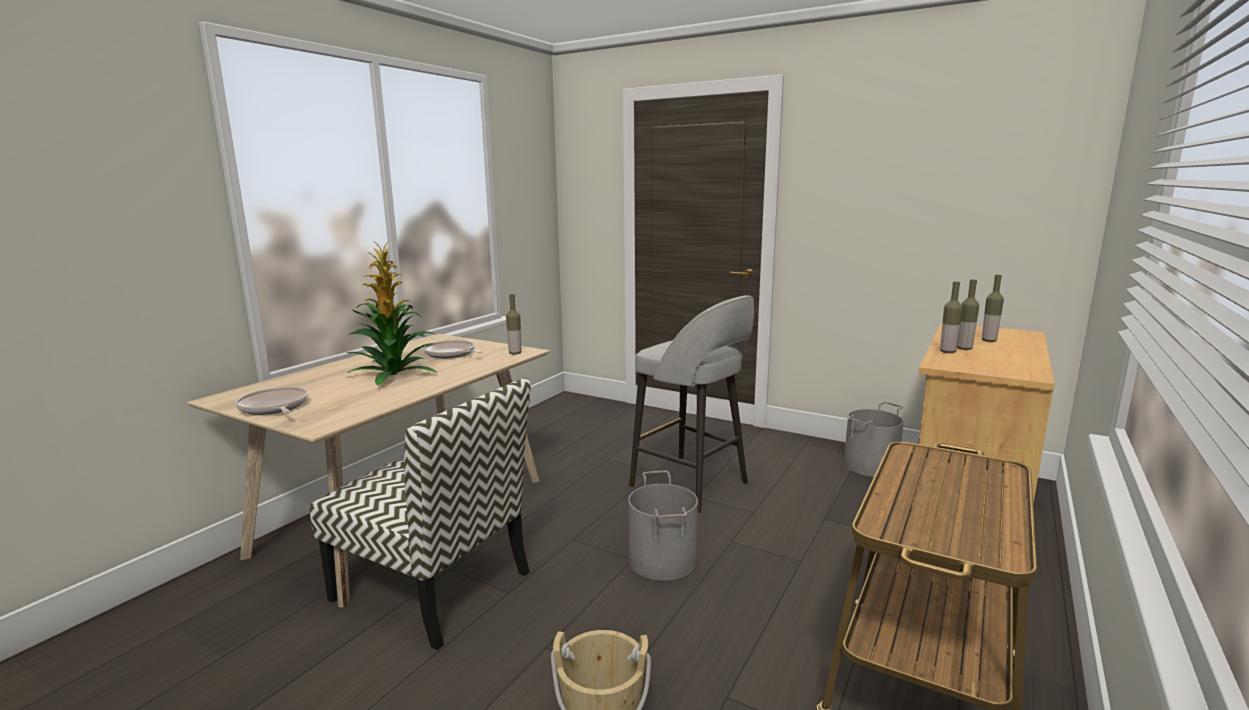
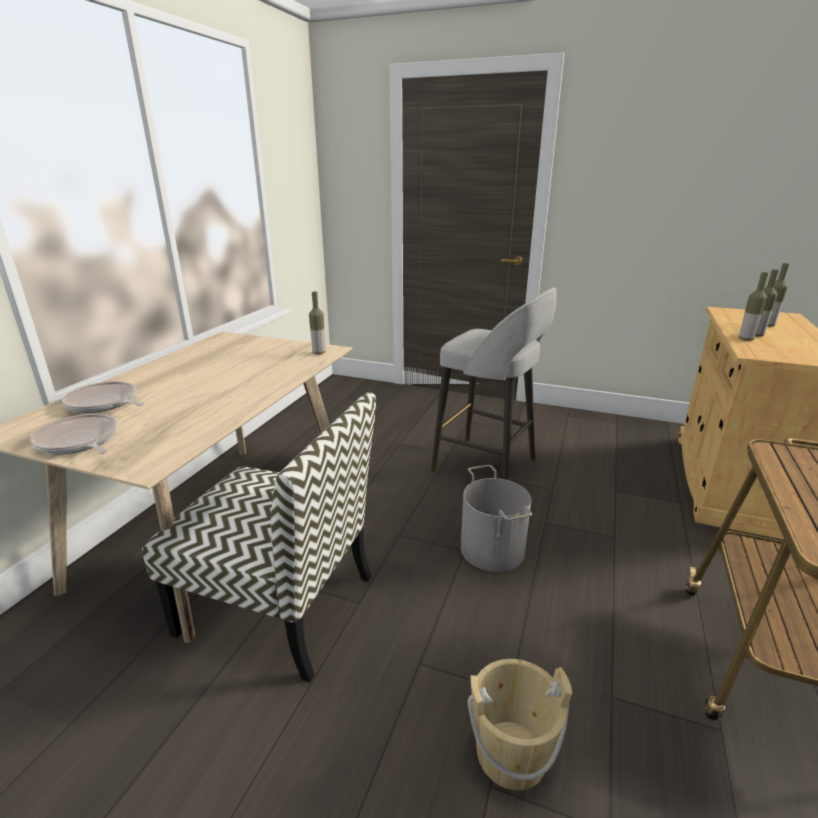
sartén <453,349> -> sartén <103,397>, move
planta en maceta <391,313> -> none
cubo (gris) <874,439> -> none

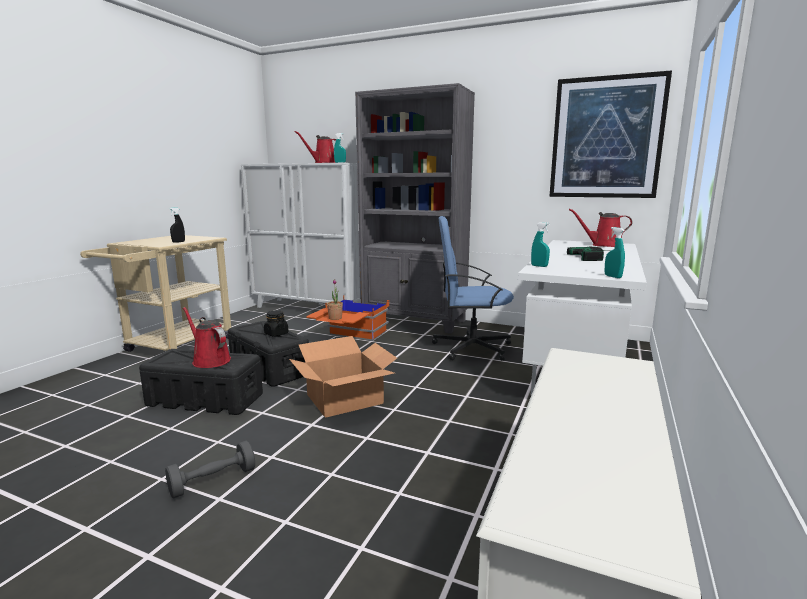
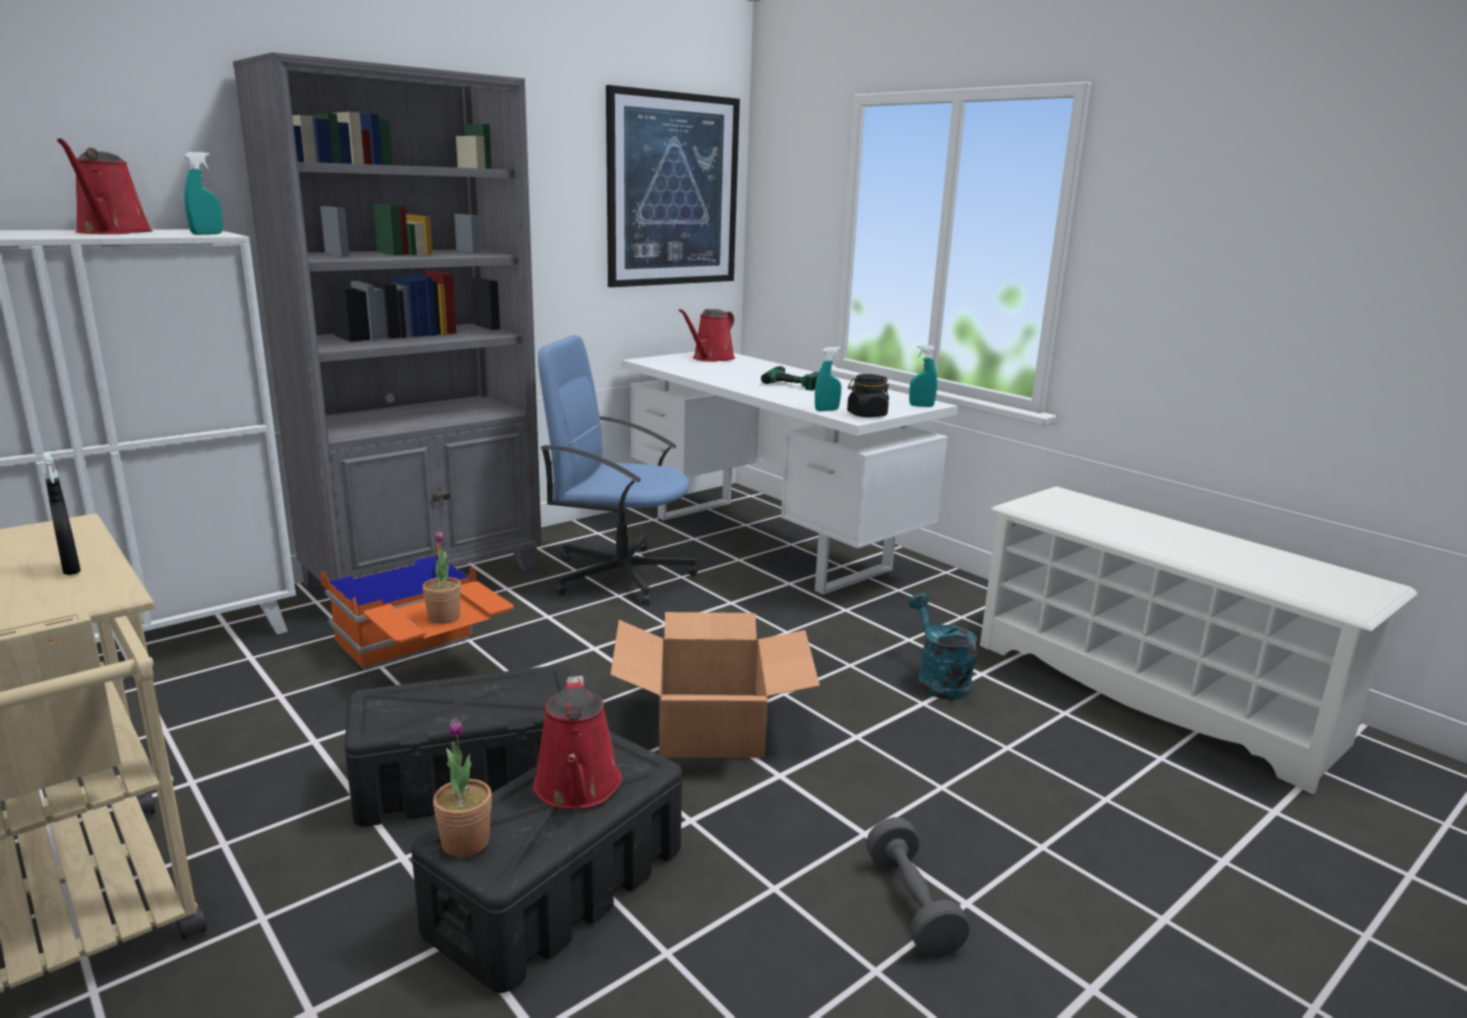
none -> planta en maceta <462,787>
regadera (rojo) <207,337> -> regadera (rojo) <577,742>, 75 degrees counterclockwise
silla de oficina (azul) <473,288> -> silla de oficina (azul) <618,470>, 75 degrees clockwise
tarro (negro) <276,323> -> tarro (negro) <868,396>, move
none -> regadera (turquesa) <943,646>

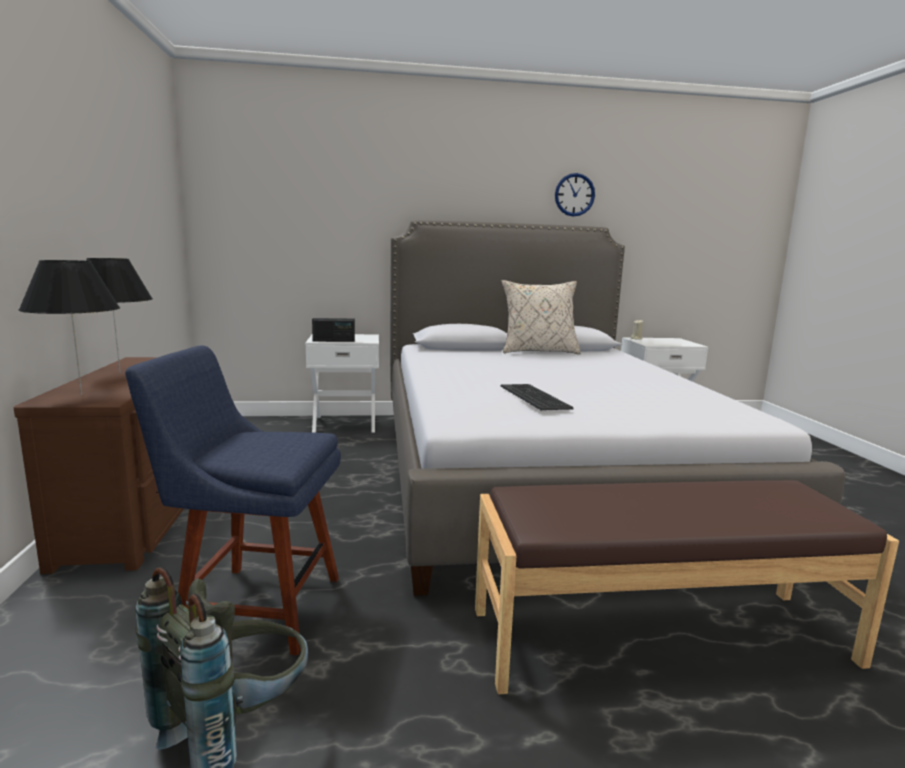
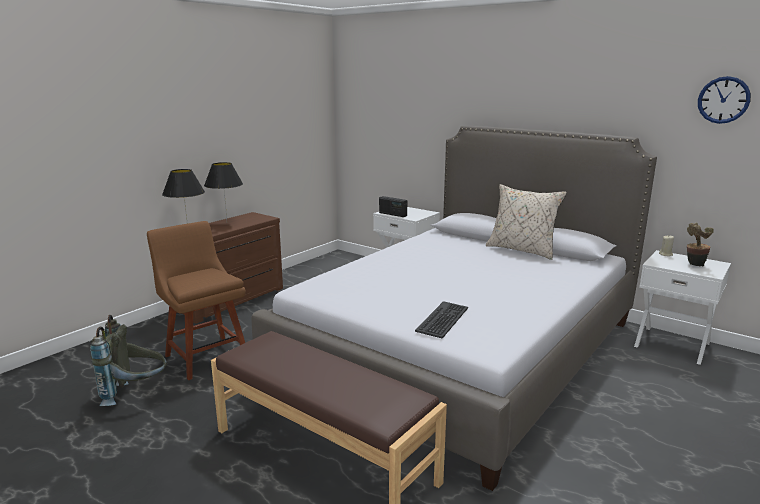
silla (azul) <233,500> -> silla (marrón) <196,300>
teclado <537,397> -> teclado <441,320>, move
none -> planta en maceta <700,244>
reloj de pared <575,194> -> reloj de pared <724,100>, move

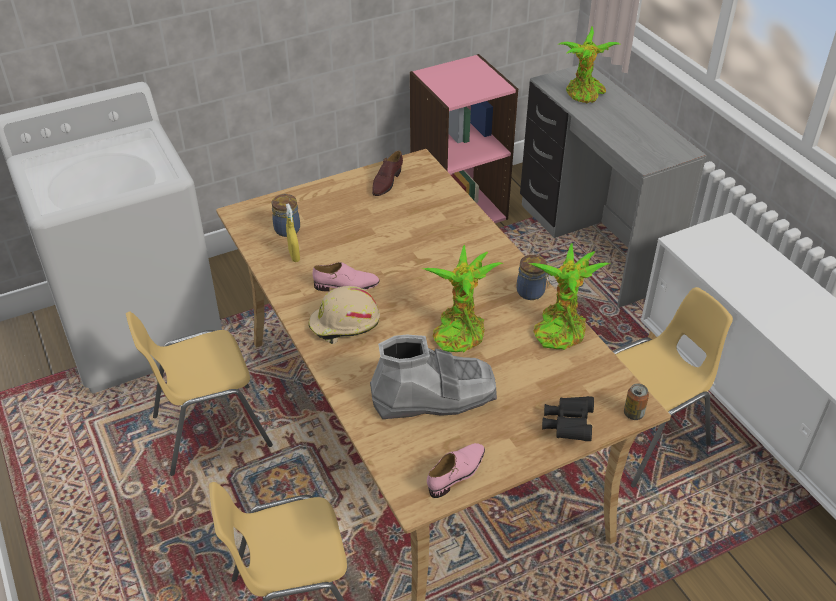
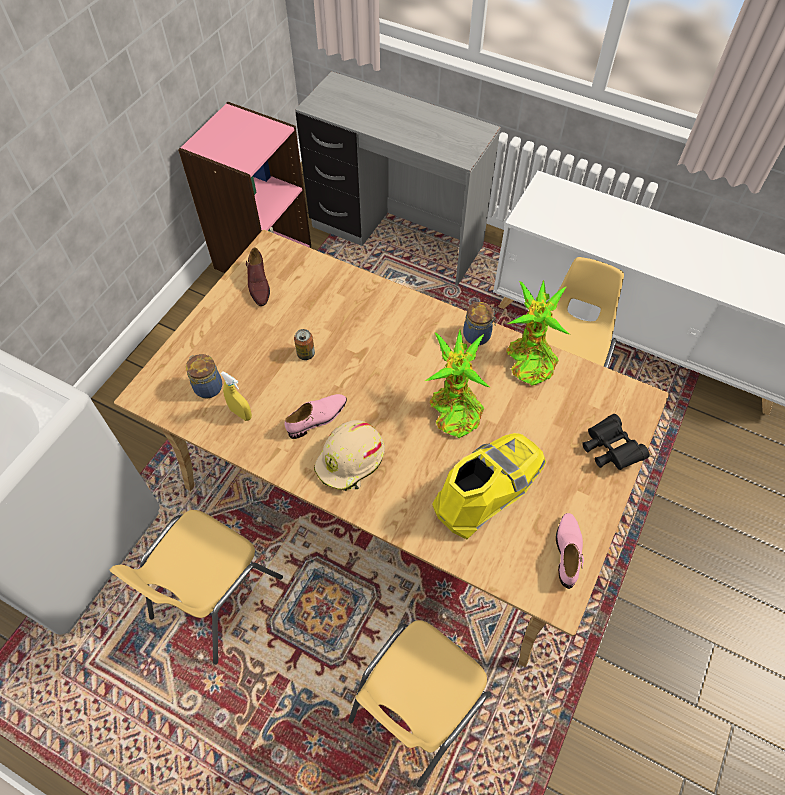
lata <636,402> -> lata <304,344>, move
bota (gris) <433,377> -> bota (amarillo) <489,486>
planta en maceta <589,65> -> none

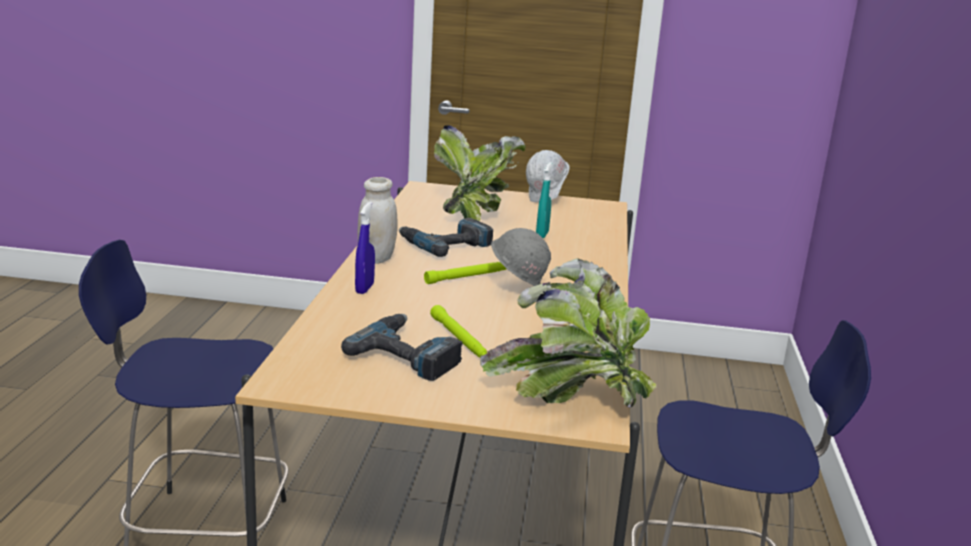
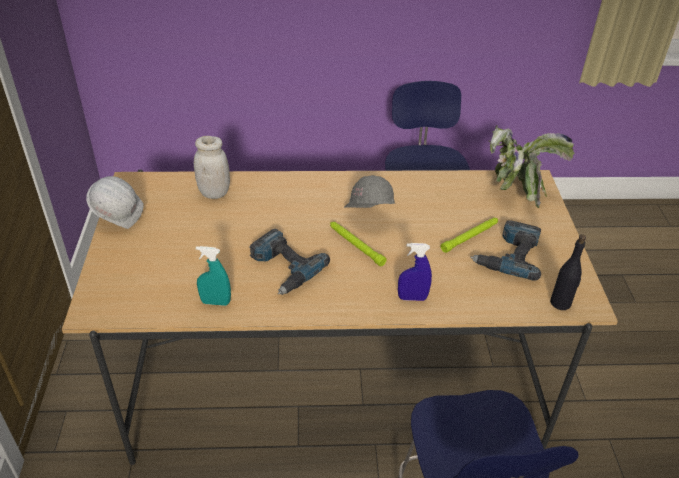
tarro (blanco) <378,220> -> tarro (blanco) <212,167>, move
pulverizador (turquesa) <544,200> -> pulverizador (turquesa) <213,276>, move
none -> botella (negro) <568,272>
planta en maceta <480,173> -> none

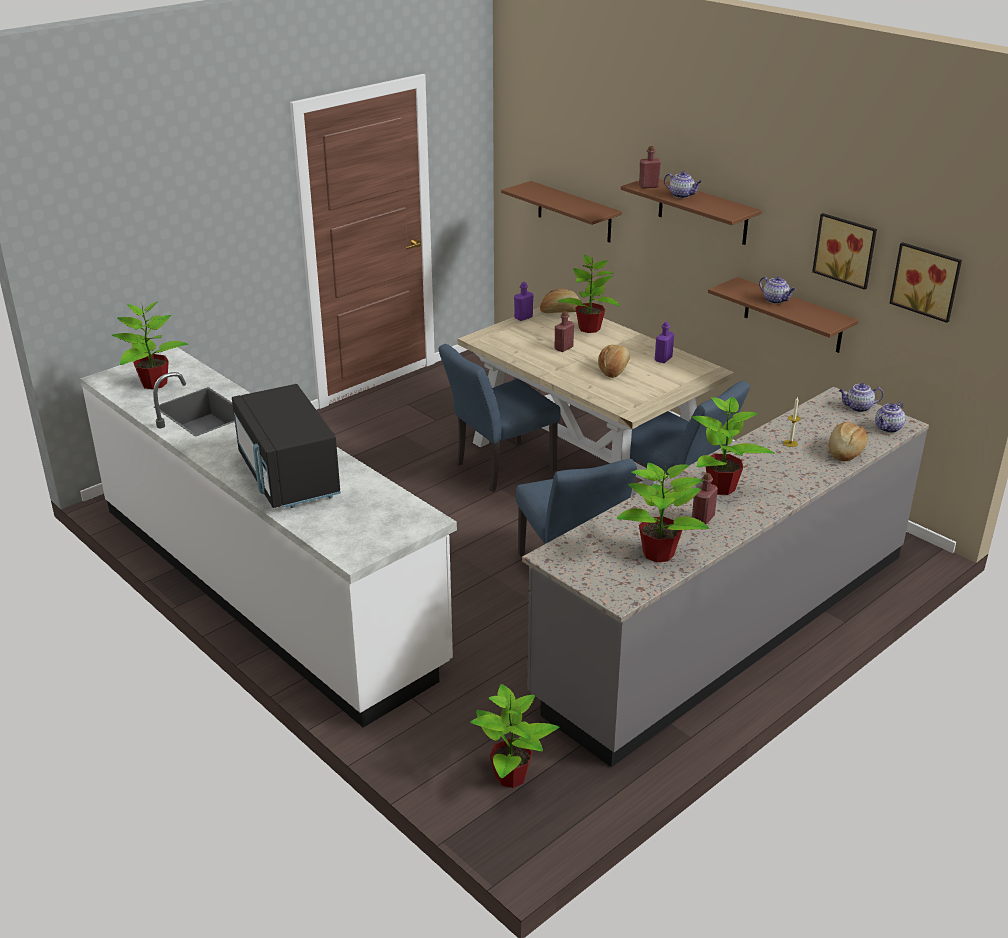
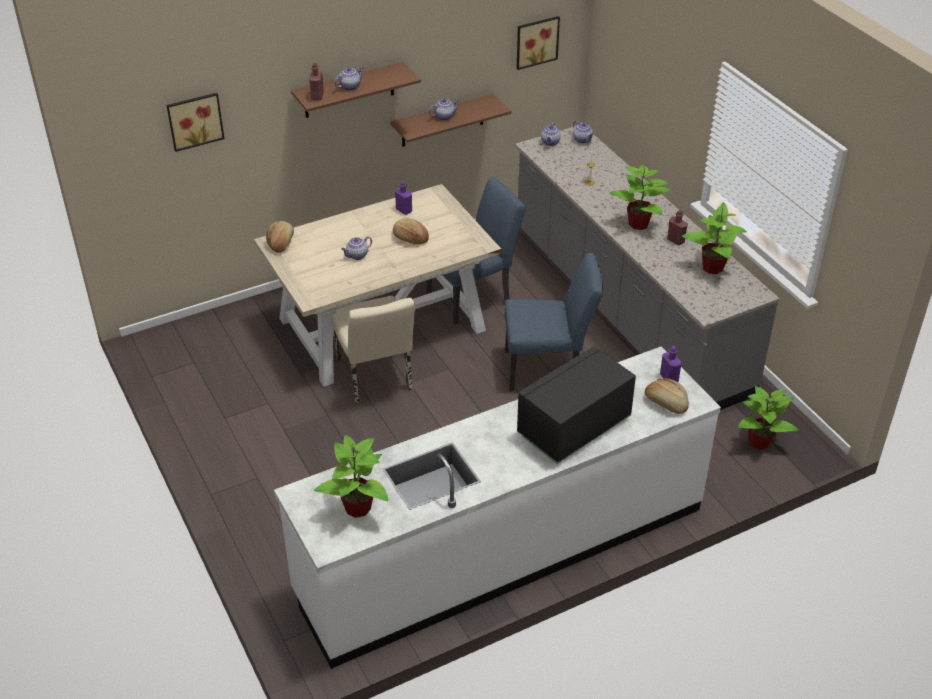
cuadro <844,251> -> cuadro <195,122>, move
silla (azul) <500,418> -> silla (beis) <373,349>
botella (rojo) <564,331> -> tetera <356,248>
microondas (negro) <286,446> -> microondas (negro) <576,405>, 150 degrees clockwise
pan <847,441> -> pan <666,396>, move
botella (morado) <523,301> -> botella (morado) <671,364>, move
estante (marrón) <561,212> -> none
planta en maceta <588,294> -> none

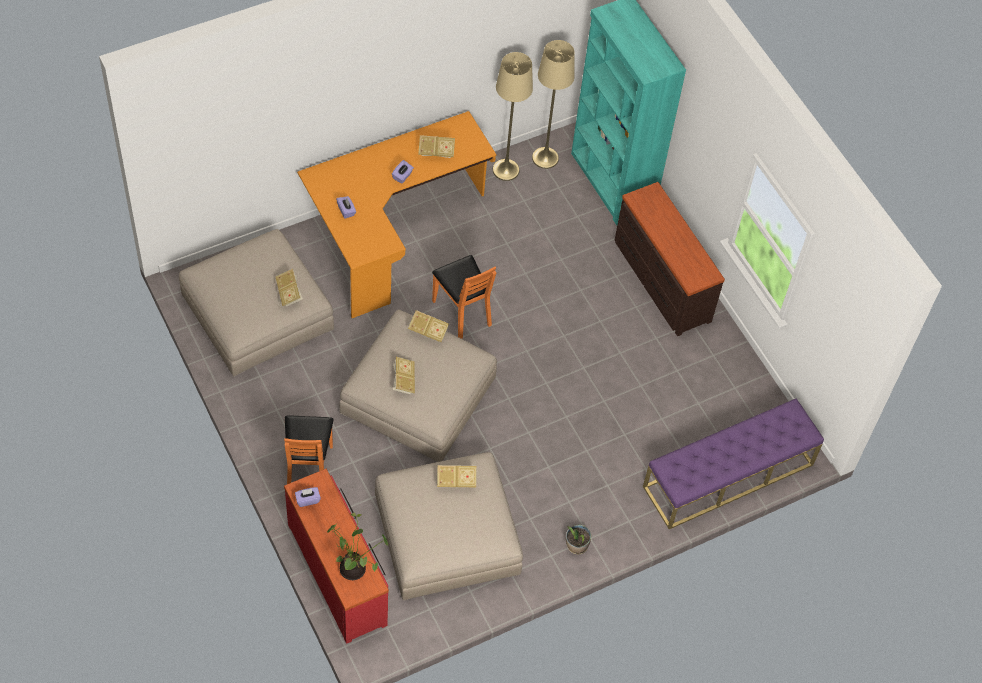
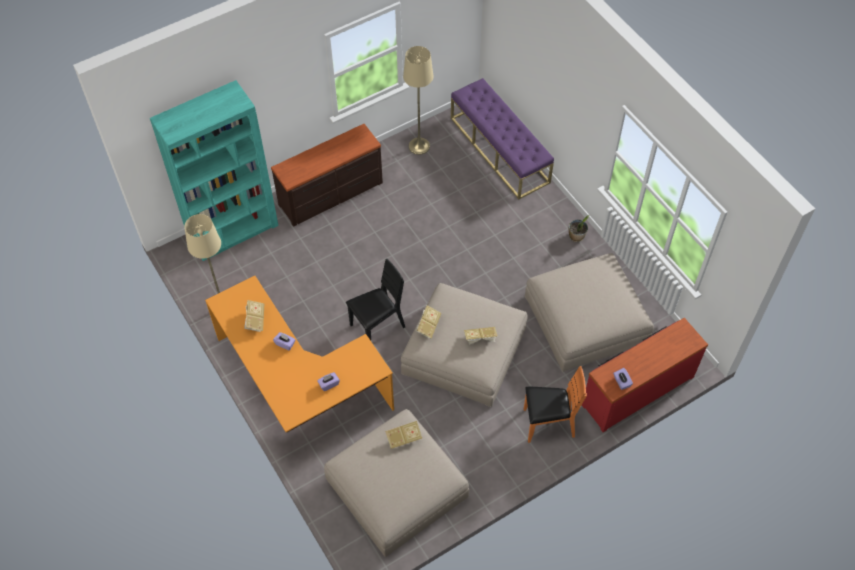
silla (naranja) <464,297> -> silla (negro) <375,300>
lámpara de pie (beis) <553,104> -> lámpara de pie (beis) <418,100>, move
planta en maceta <357,546> -> none
libro <456,476> -> none

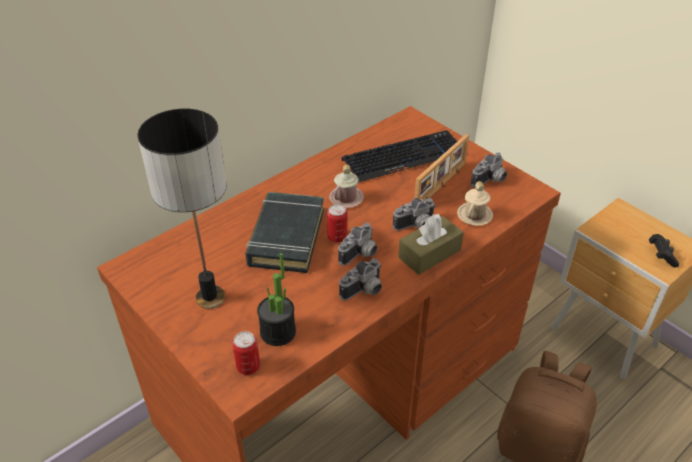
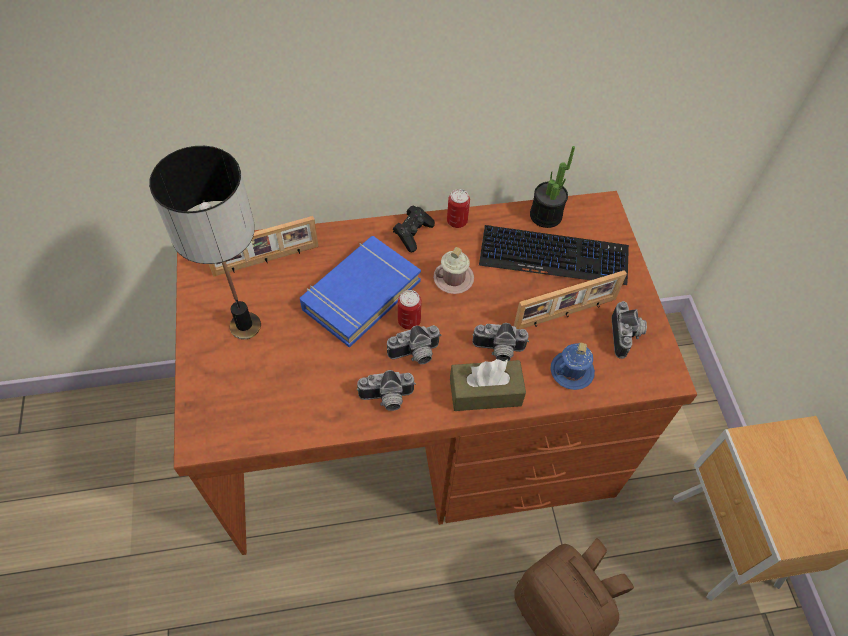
none -> portarretratos <264,246>
libro (negro) <284,232> -> libro (azul) <360,292>
mando de consola (negro) <664,251> -> mando de consola (negro) <414,228>, move
lata <246,353> -> lata <458,208>, move
planta en maceta <276,299> -> planta en maceta <552,187>, move
taza grande (beis) <475,203> -> taza grande (azul) <573,366>
cámara <489,170> -> cámara <629,330>, 75 degrees counterclockwise

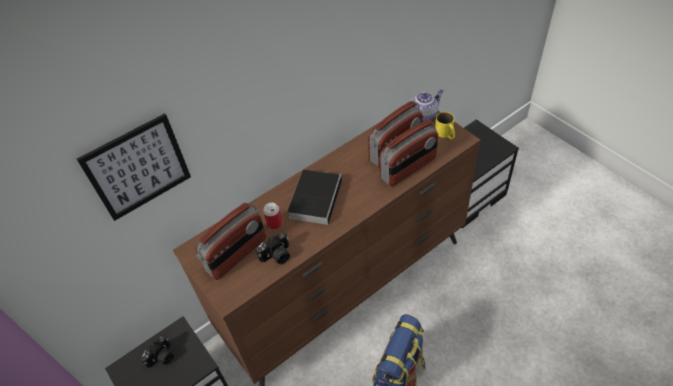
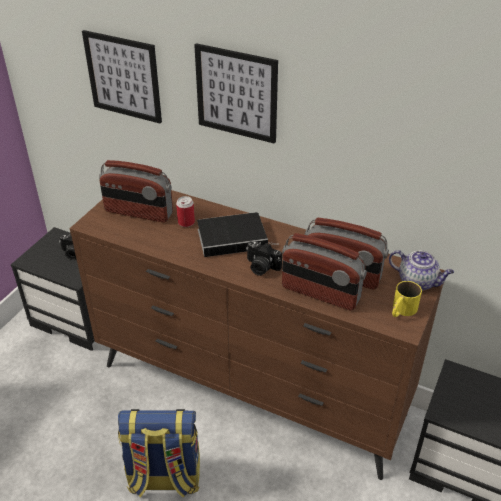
none -> cuadro <236,93>
cámara <273,248> -> cámara <264,258>, move

